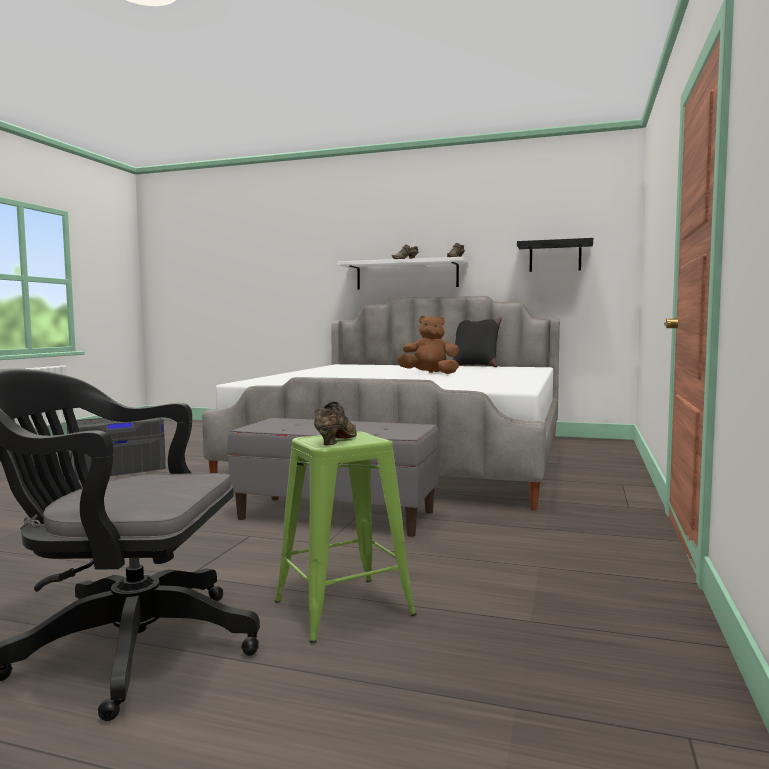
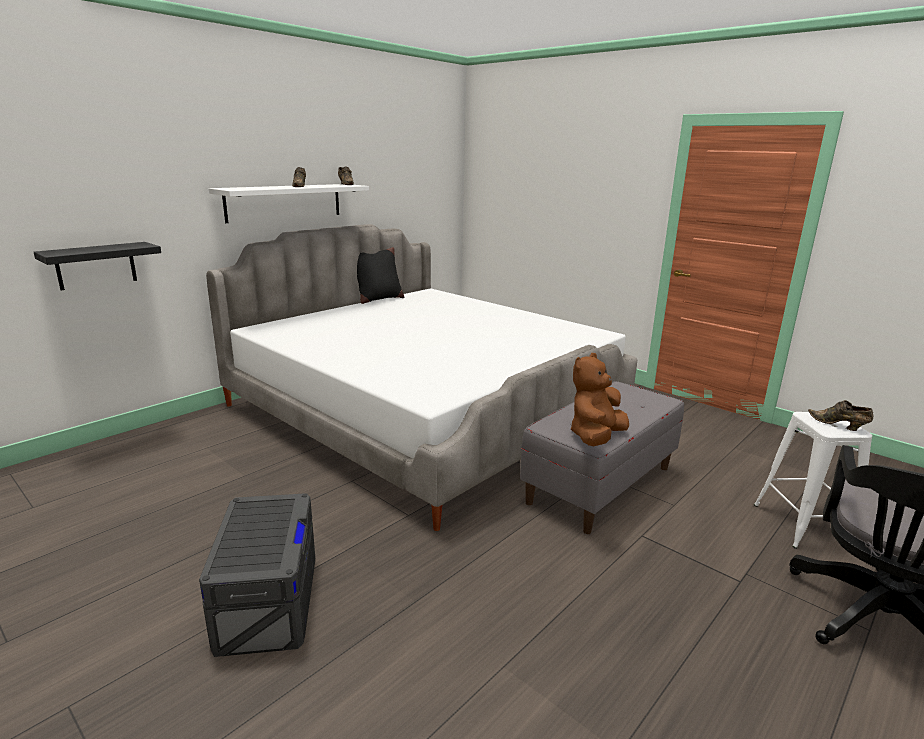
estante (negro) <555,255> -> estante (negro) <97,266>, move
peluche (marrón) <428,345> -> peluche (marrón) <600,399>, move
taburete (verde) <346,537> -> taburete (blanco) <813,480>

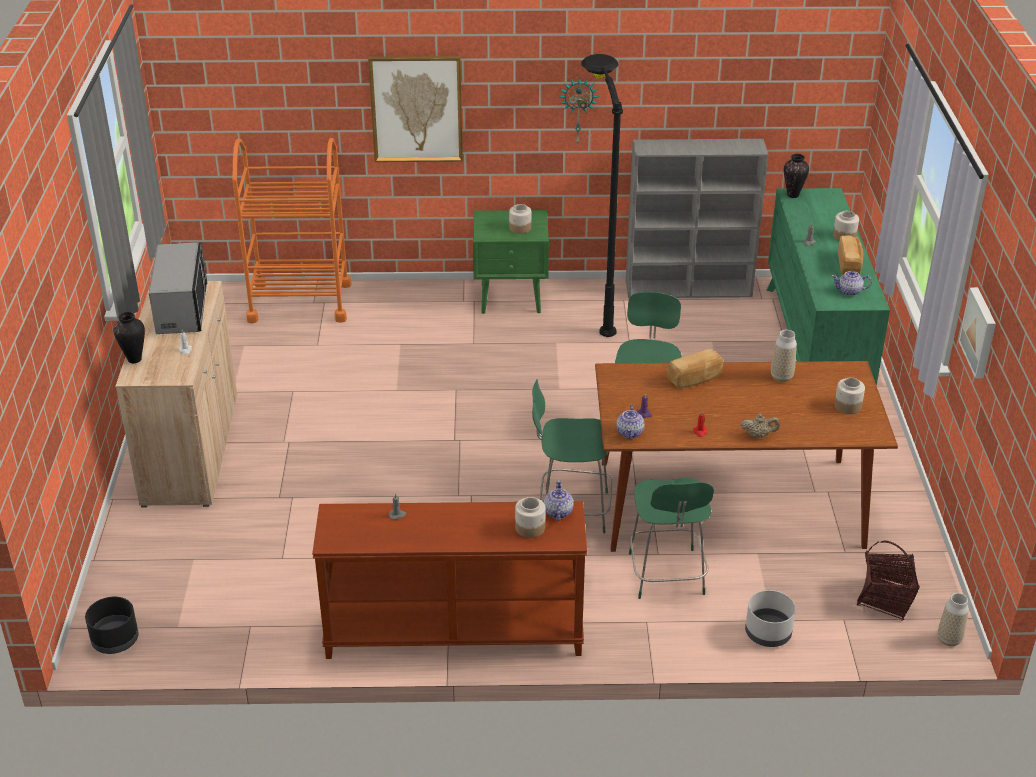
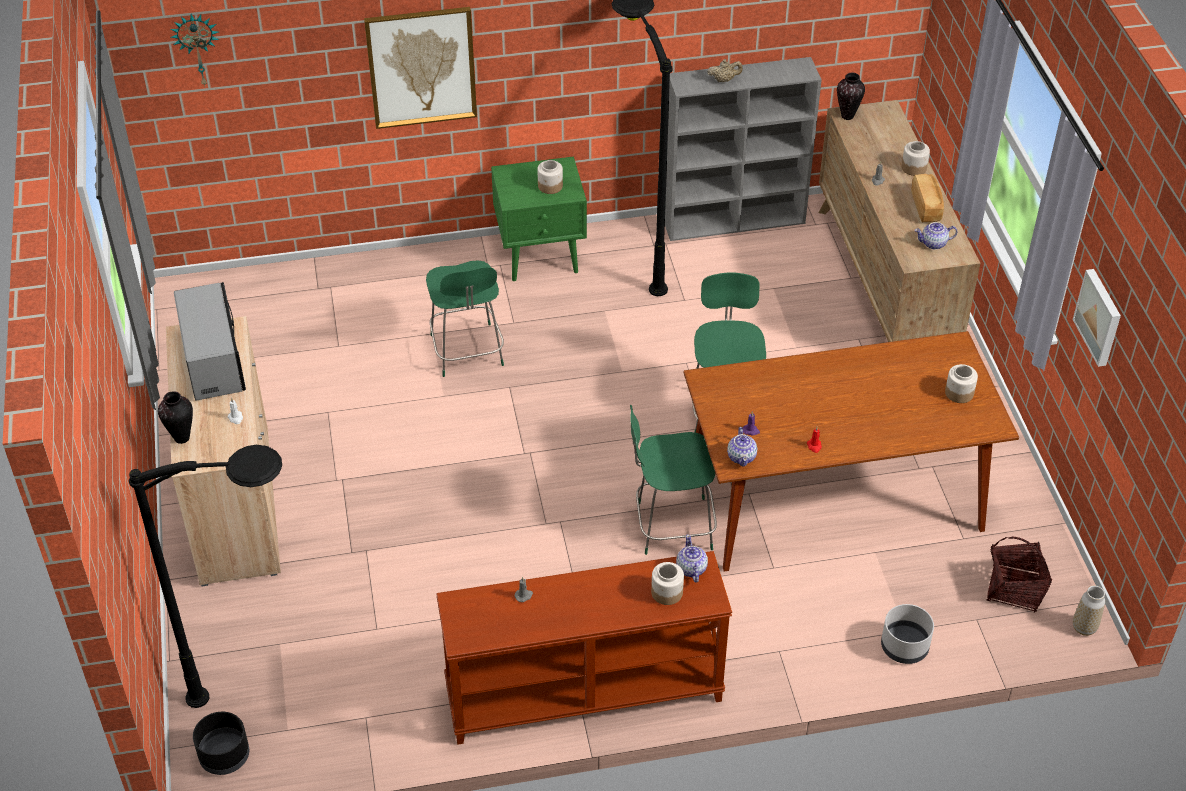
none -> lámpara de pie (negro) <205,576>
reloj de pared <579,111> -> reloj de pared <194,50>, move
taburete (verde) <671,538> -> taburete (verde) <465,318>, move
tetera (beis) <760,425> -> tetera (beis) <725,70>, move
cómoda (verde) <828,287> -> cómoda (marrón) <899,221>
carrito (naranja) <292,230> -> none
pan <695,368> -> none
florero <784,356> -> none

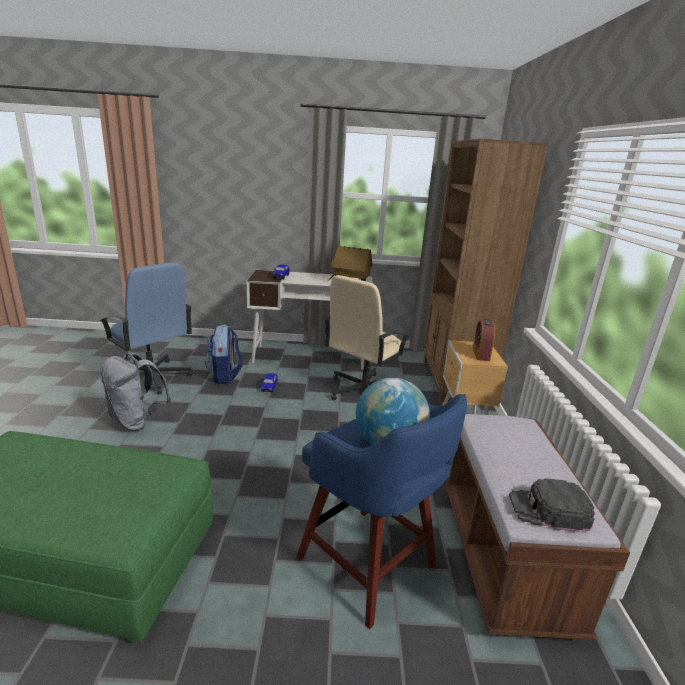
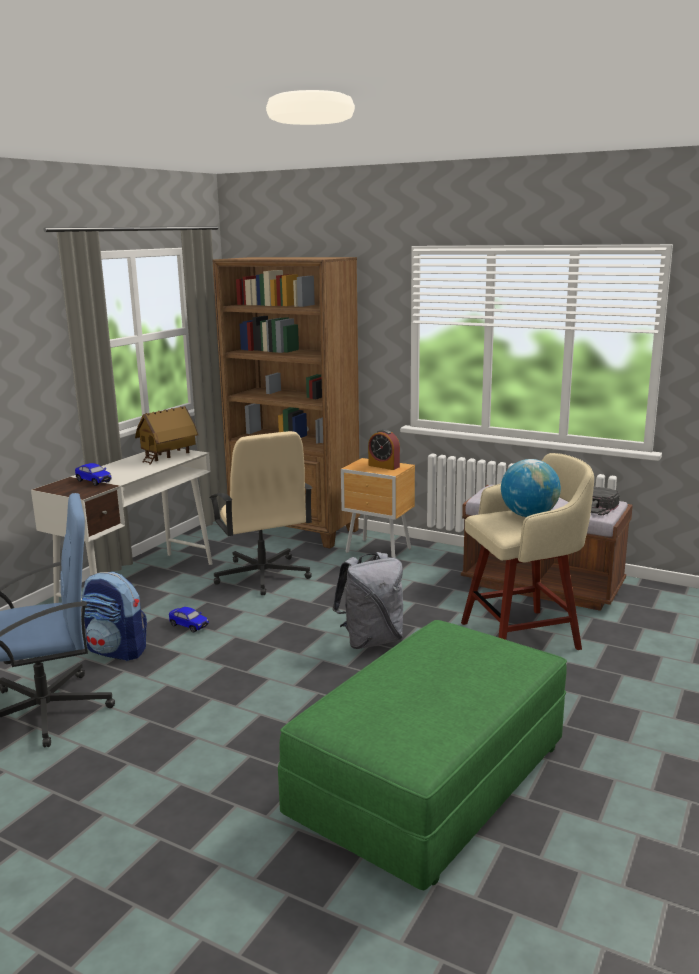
mochila (gris) <136,392> -> mochila (gris) <367,600>, move
taburete (azul) <381,511> -> taburete (beis) <527,551>

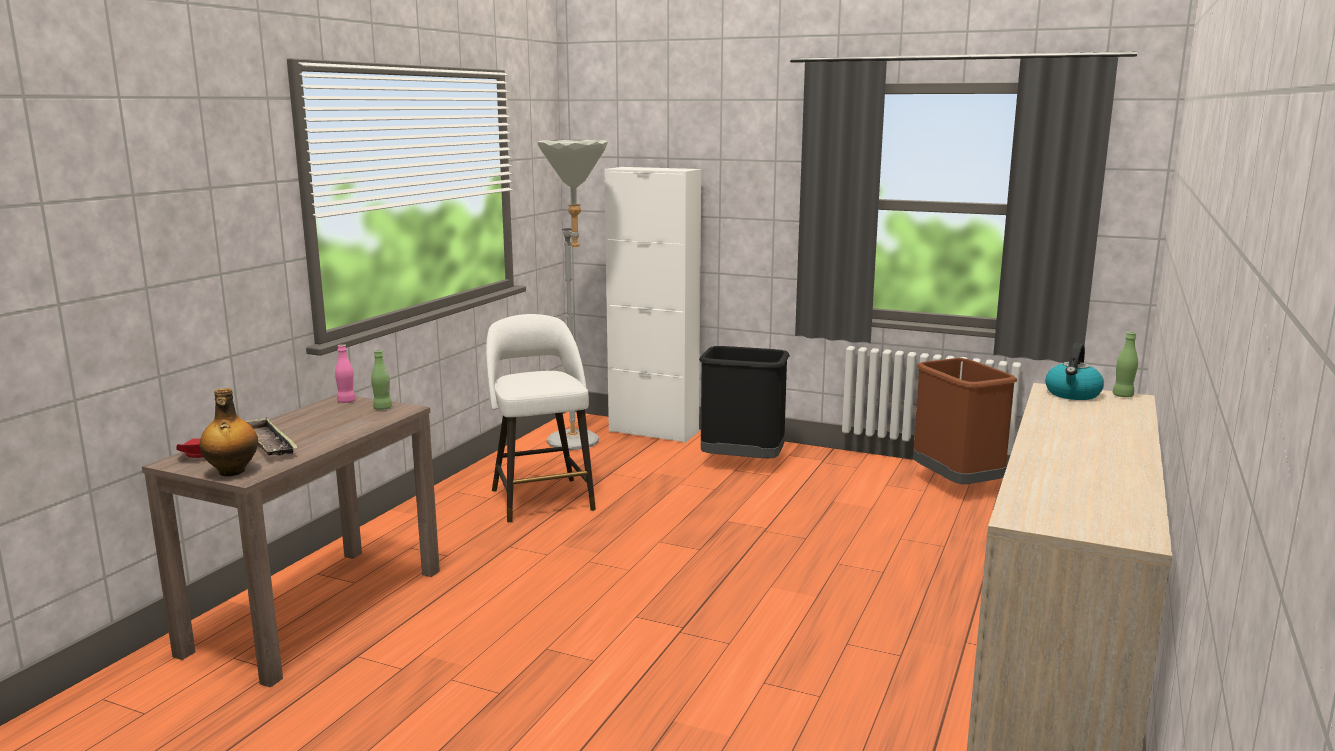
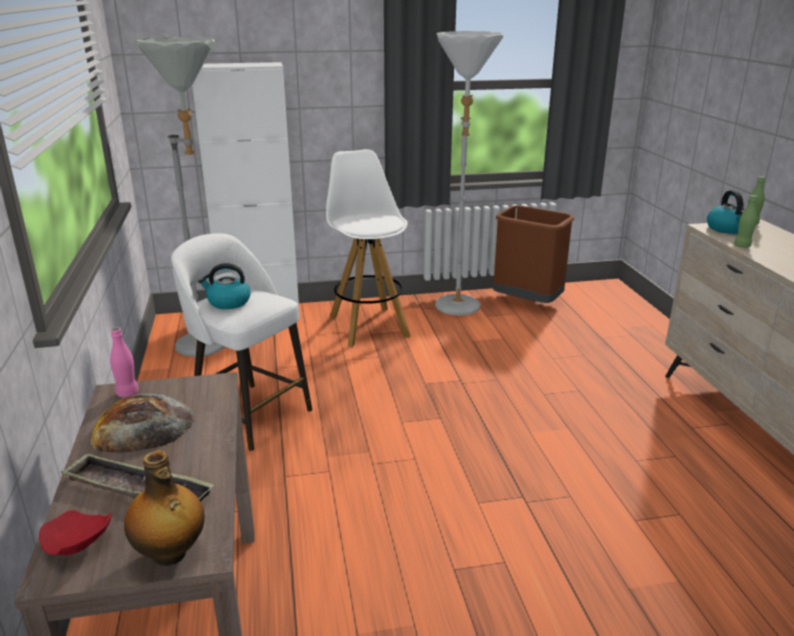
none -> pan <143,423>
none -> hervidor <224,286>
papelera (negro) <744,402> -> taburete (blanco) <368,248>
none -> lámpara de pie (blanco) <469,173>
botella (verde) <381,380> -> botella (verde) <746,221>, move

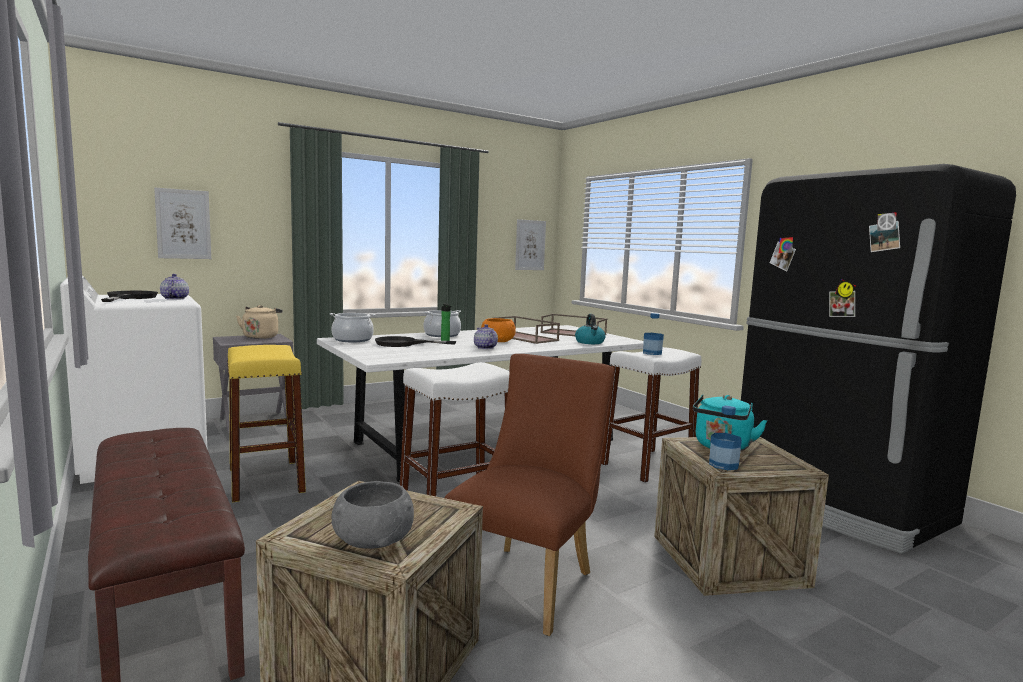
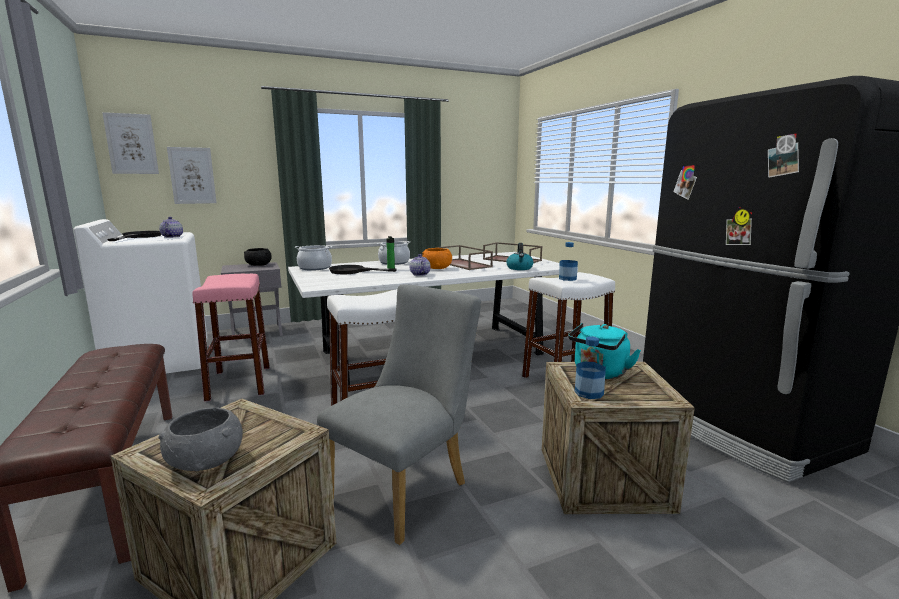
cuadro <530,244> -> cuadro <130,143>, move
taburete (amarillo) <266,423> -> taburete (rosa) <231,337>
hervidor (beis) <259,322> -> cuenco (negro) <258,257>
silla (marrón) <529,495> -> silla (gris) <399,415>

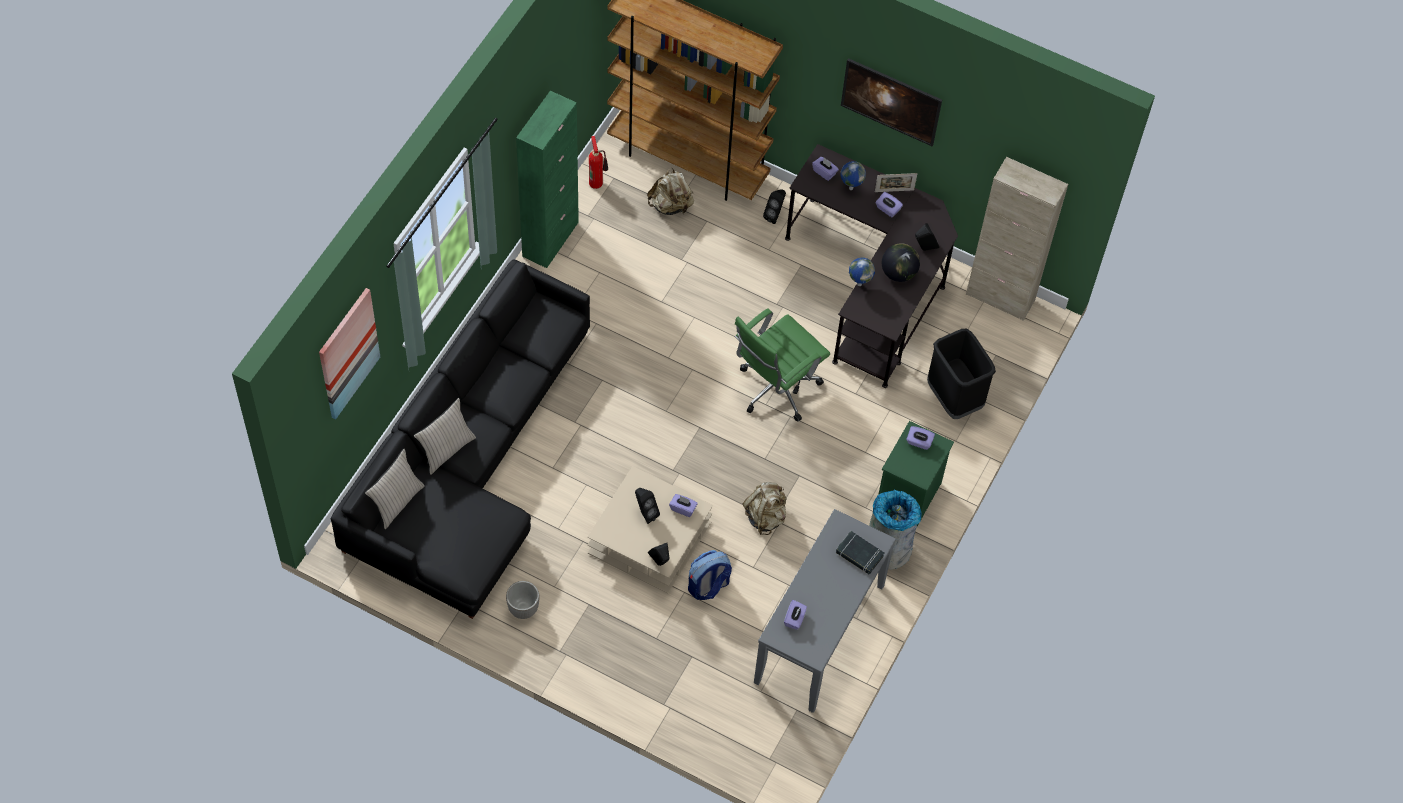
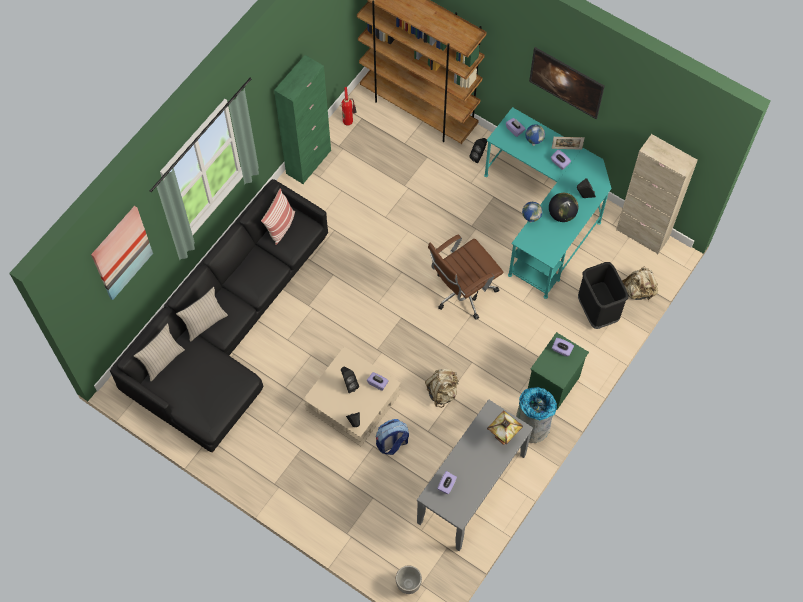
none -> cojín <278,216>
maceta <523,600> -> maceta <409,579>, move
silla de oficina (verde) <782,365> -> silla de oficina (marrón) <465,277>
escritorio (negro) <871,266> -> escritorio (turquesa) <547,203>
libro (negro) <860,553> -> lámpara de mesa <505,427>
mochila (beis) <670,191> -> mochila (beis) <640,283>, move

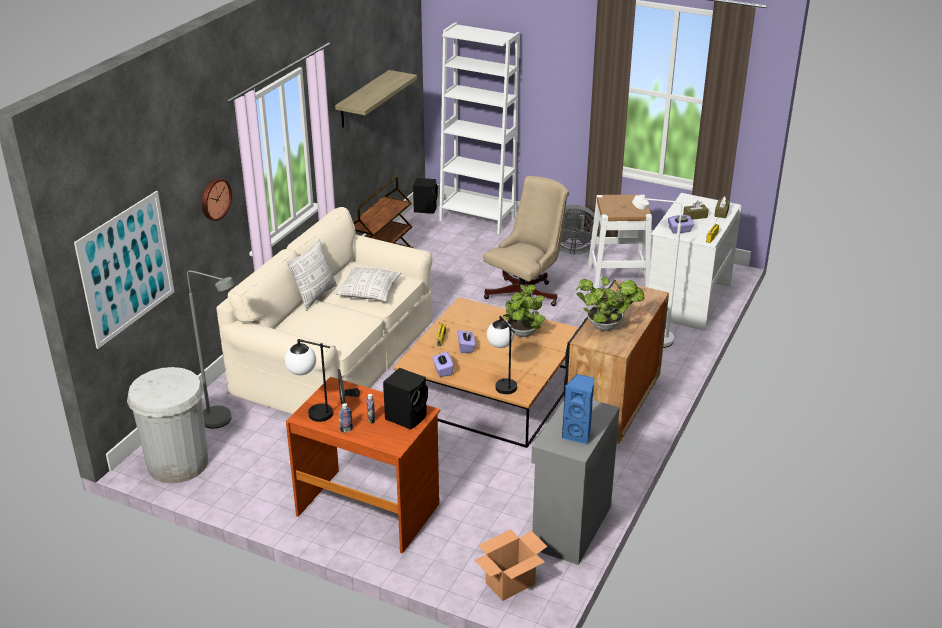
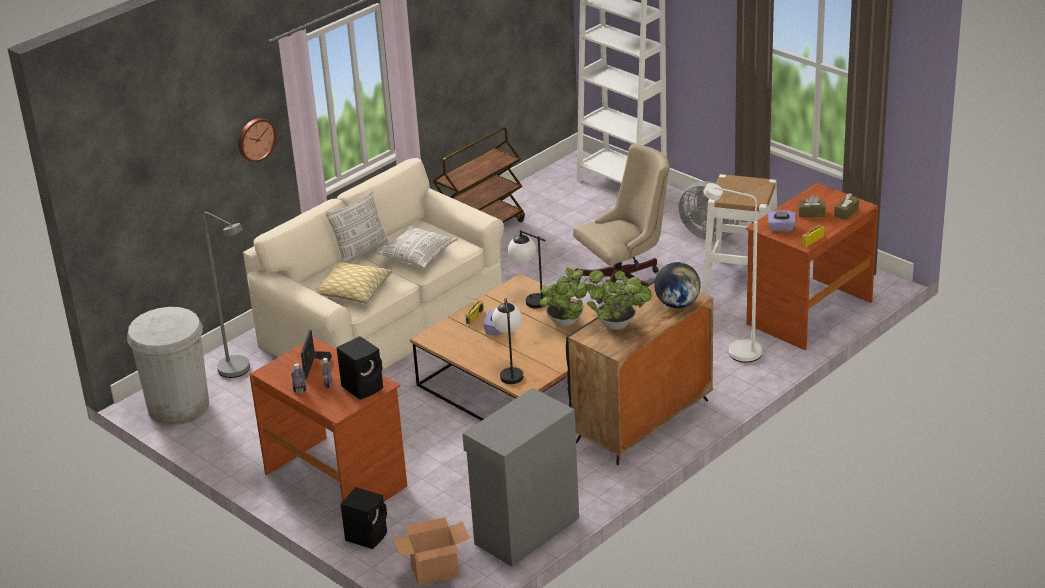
none -> cojín <352,282>
altavoz (negro) <425,196> -> altavoz (negro) <363,518>, move
lámpara de mesa <309,380> -> lámpara de mesa <527,269>, move
none -> globo terráqueo <677,285>
escritorio (blanco) <695,262> -> escritorio (marrón) <812,266>
cuadro <124,270> -> none
estante <376,99> -> none
caja de pañuelos (morado) <443,364> -> none
altavoz (azul) <578,409> -> none

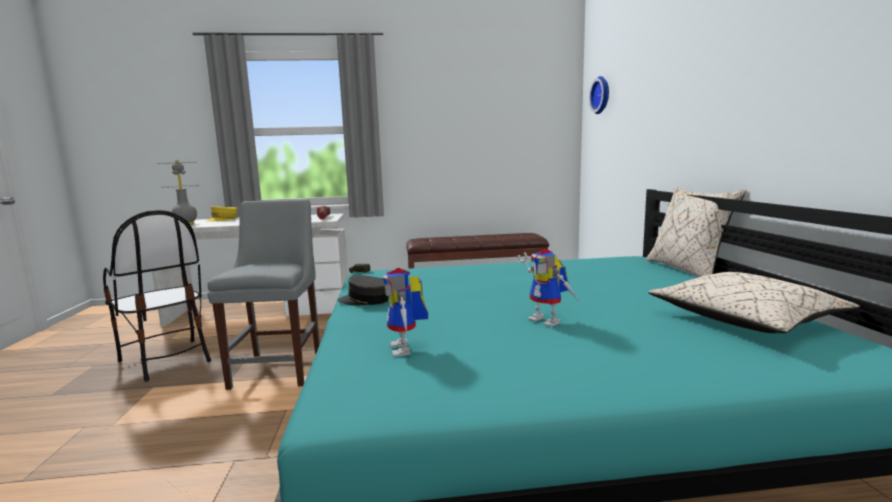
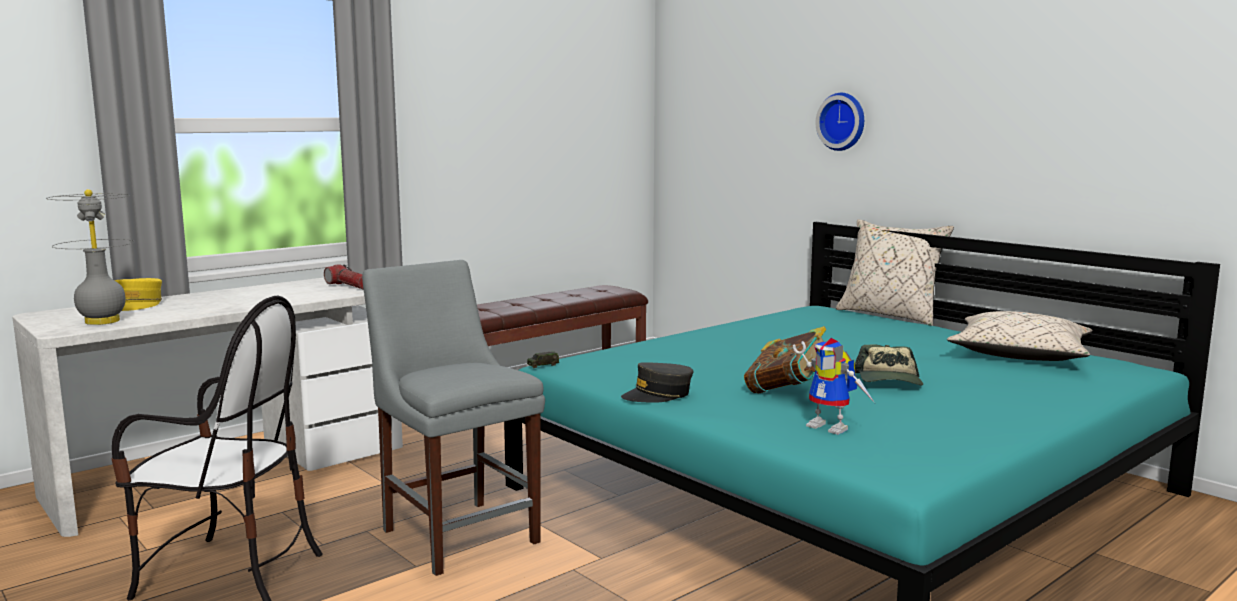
none -> libro <785,360>
reloj de pared <599,95> -> reloj de pared <840,122>, move
robot de juguete <548,288> -> gorra <889,364>

